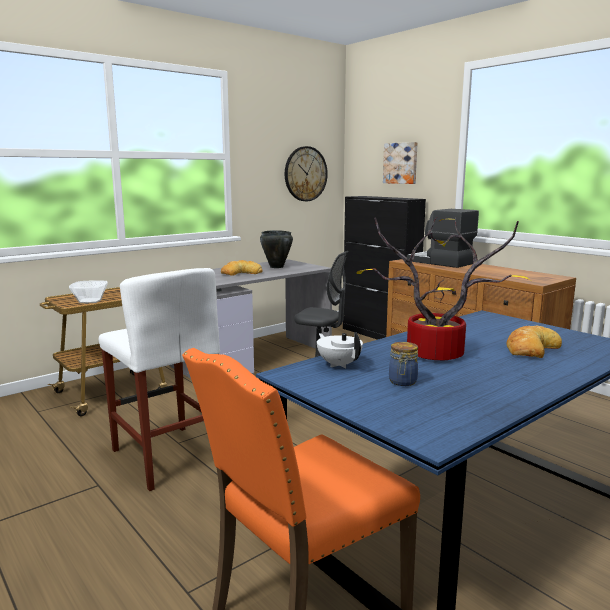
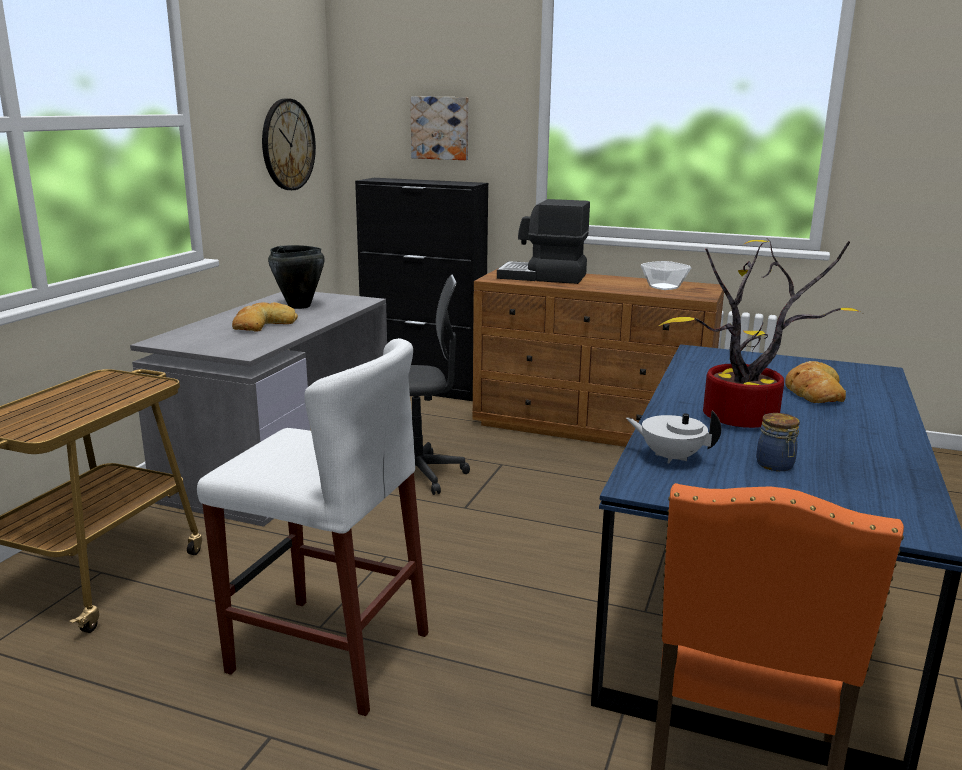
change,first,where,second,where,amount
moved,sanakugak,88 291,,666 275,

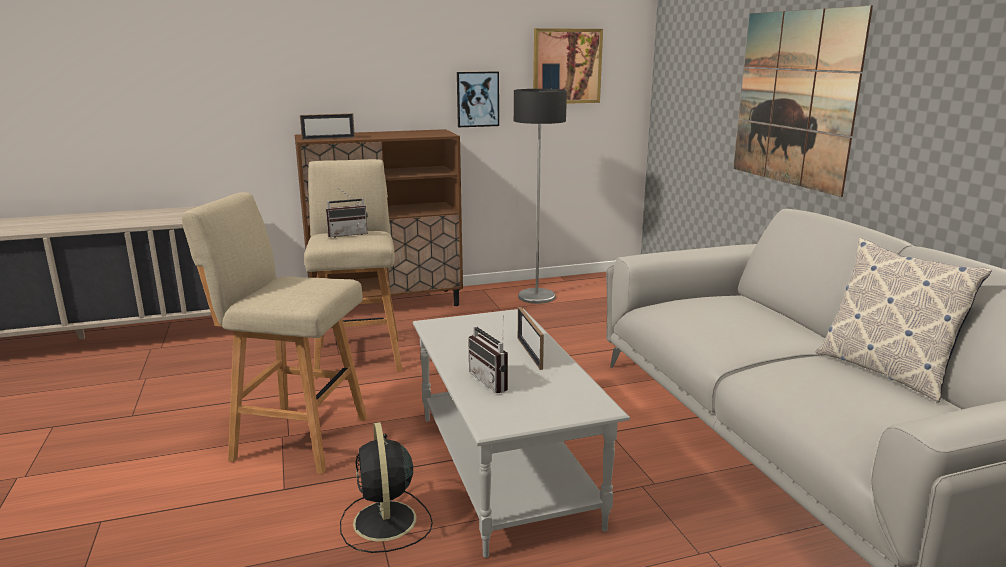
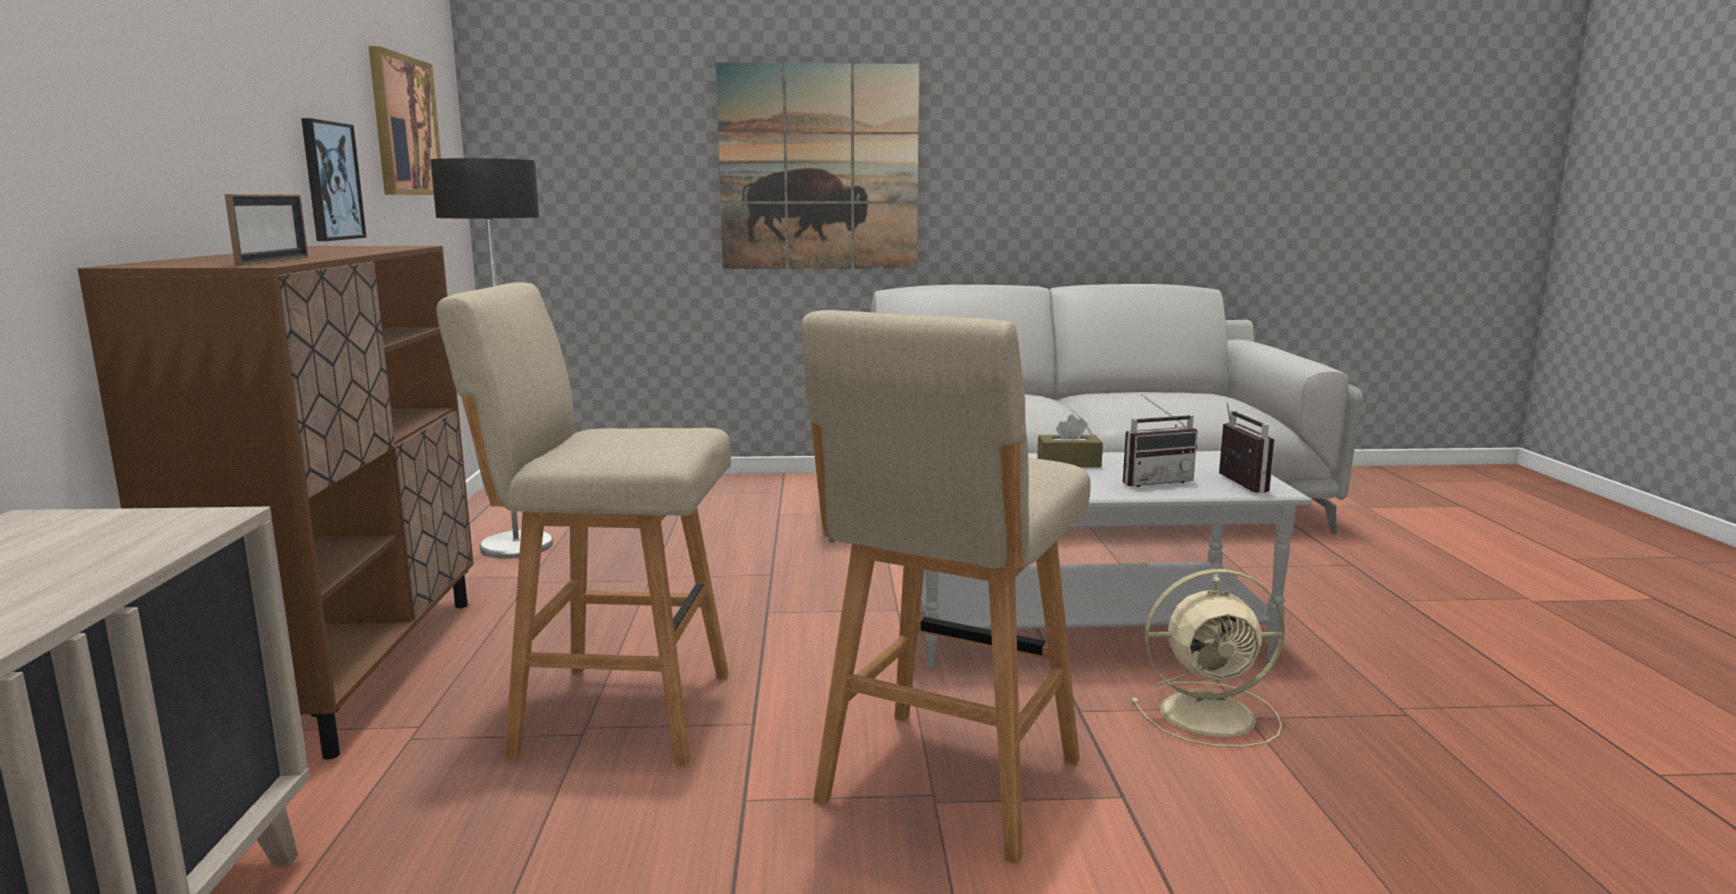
change,first,where,second,where,amount
removed,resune,903 320,,,
moved,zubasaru,347 213,,1247 447,
replaced,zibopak,531 338,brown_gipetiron,1070 441,
recoloured,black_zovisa,386 487,beige_zovisa,1208 658,

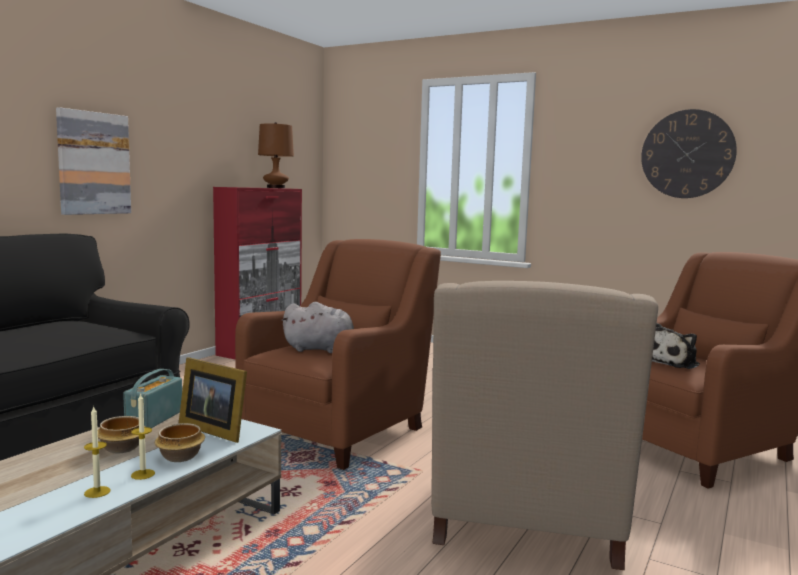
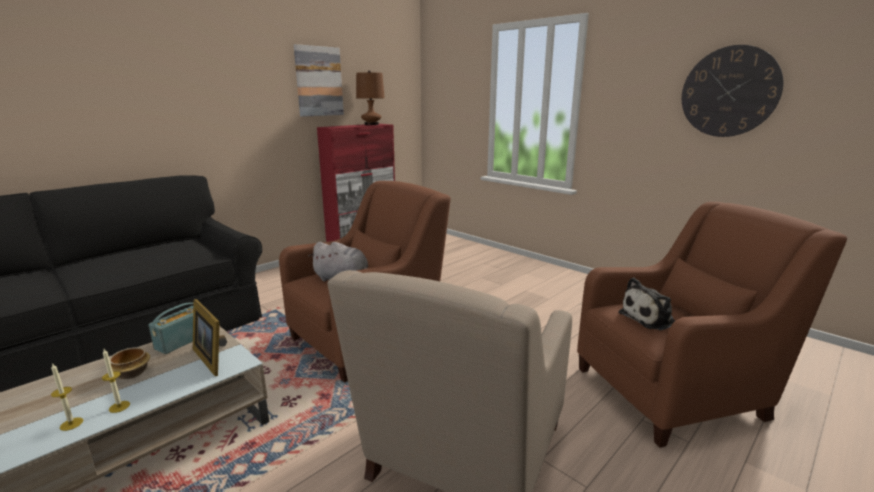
change,first,where,second,where,amount
removed,sanakugak,180 442,,,
moved,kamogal,93 161,,319 80,

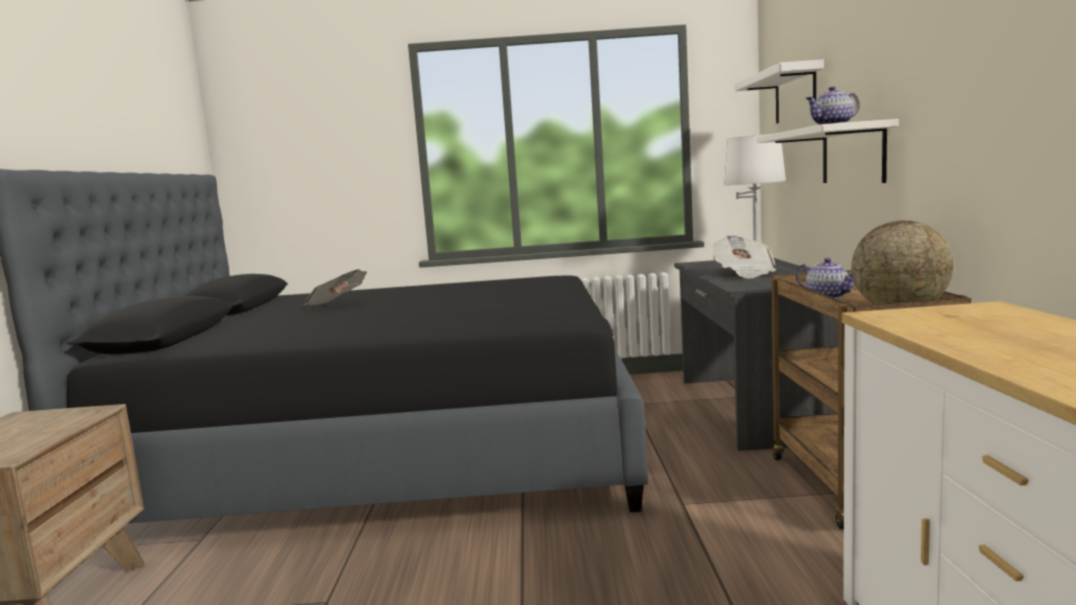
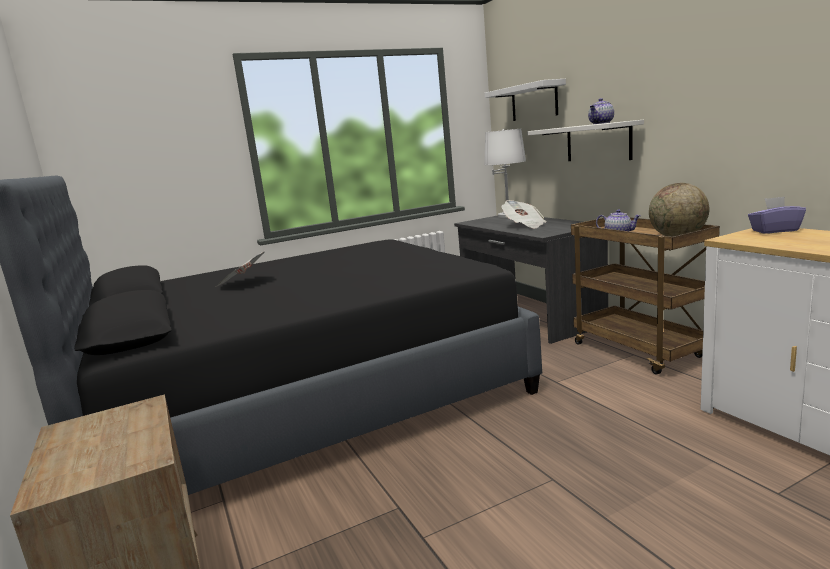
change,first,where,second,where,amount
added,,,purple_gipetiron,777 215,

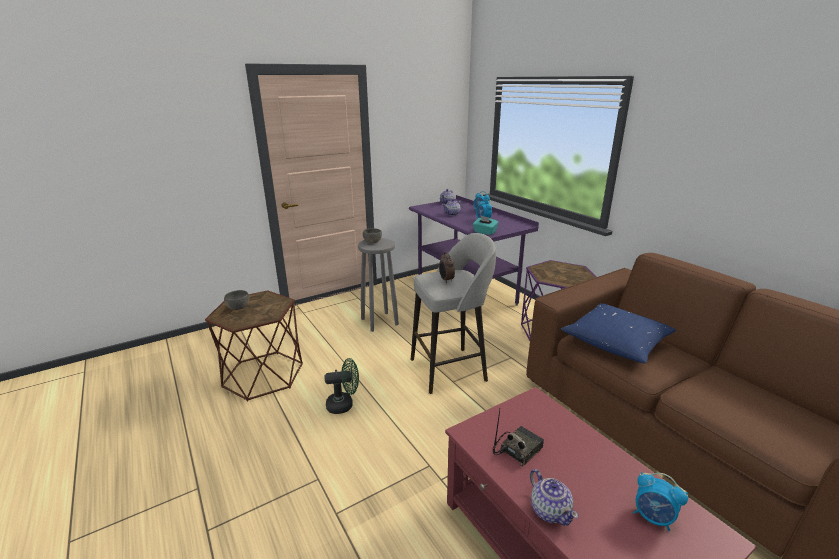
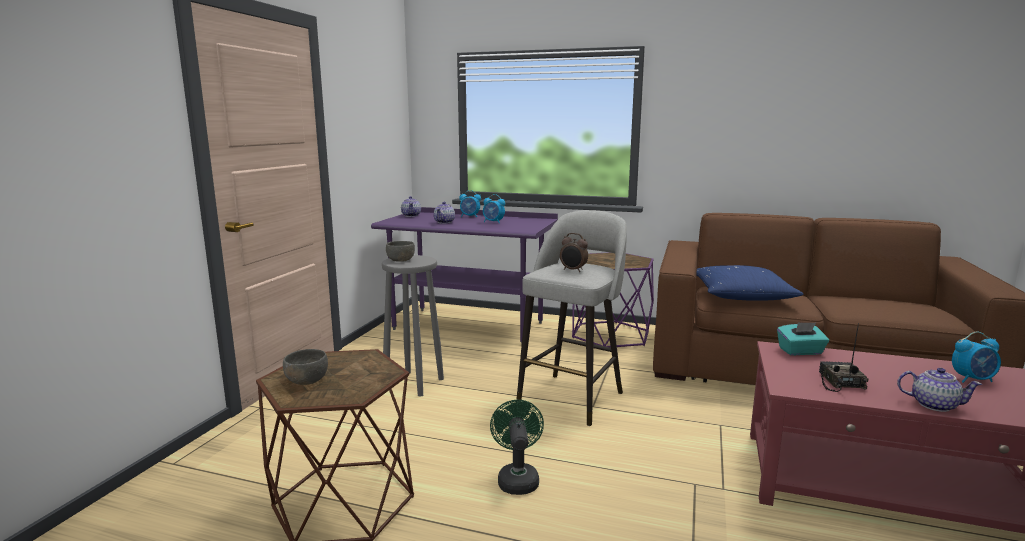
change,first,where,second,where,amount
moved,turquoise_gipetiron,486 225,,803 338,
turned,green_zovisa,342 386,,517 447,45 degrees counterclockwise

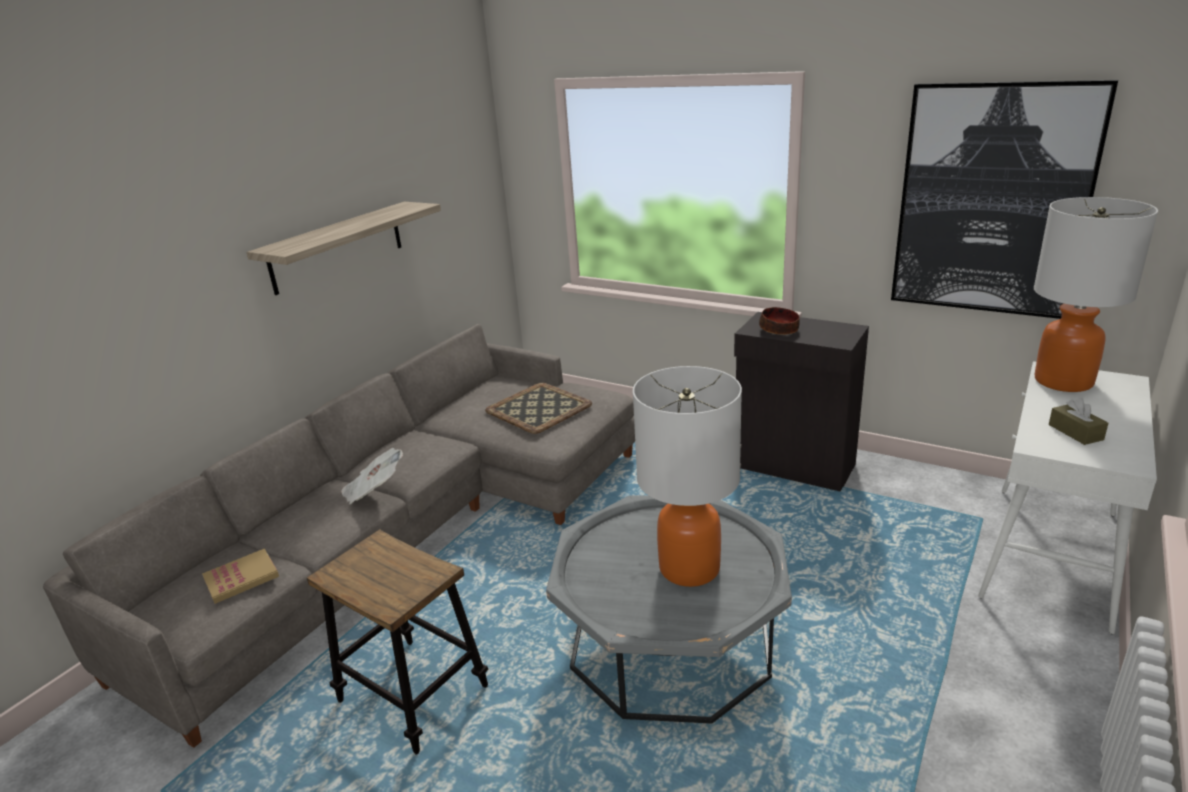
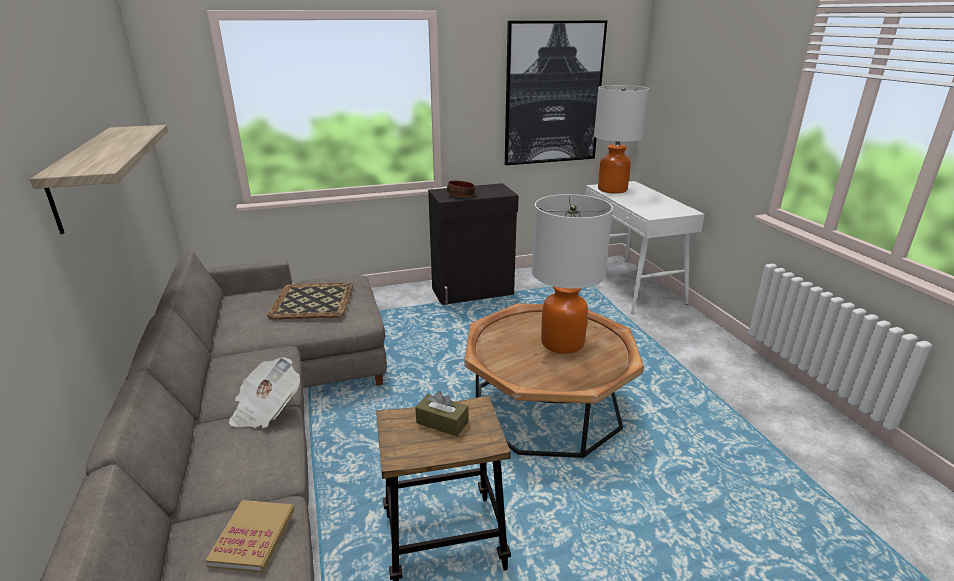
change,first,where,second,where,amount
moved,brown_gipetiron,1078 421,,441 413,
recoloured,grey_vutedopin,669 609,brown_vutedopin,554 380,

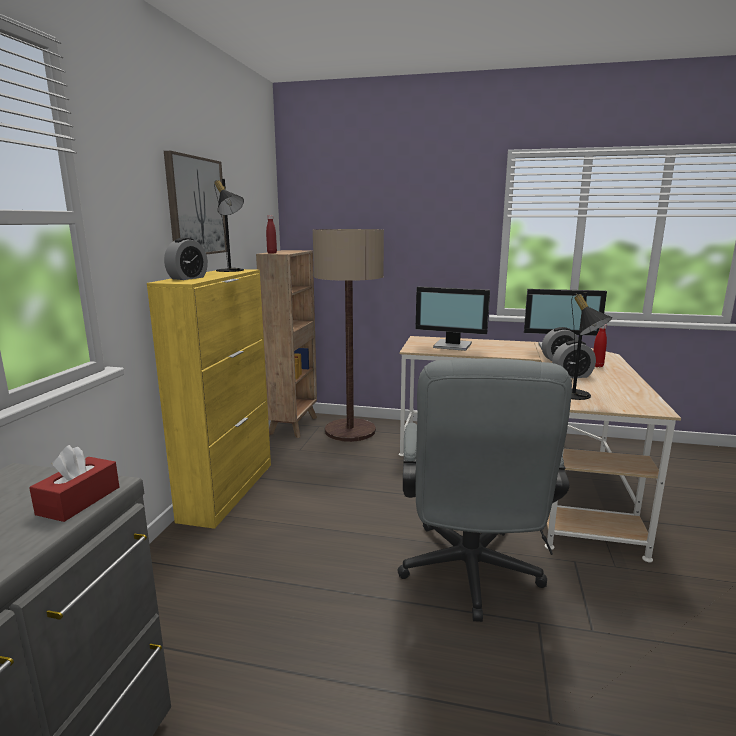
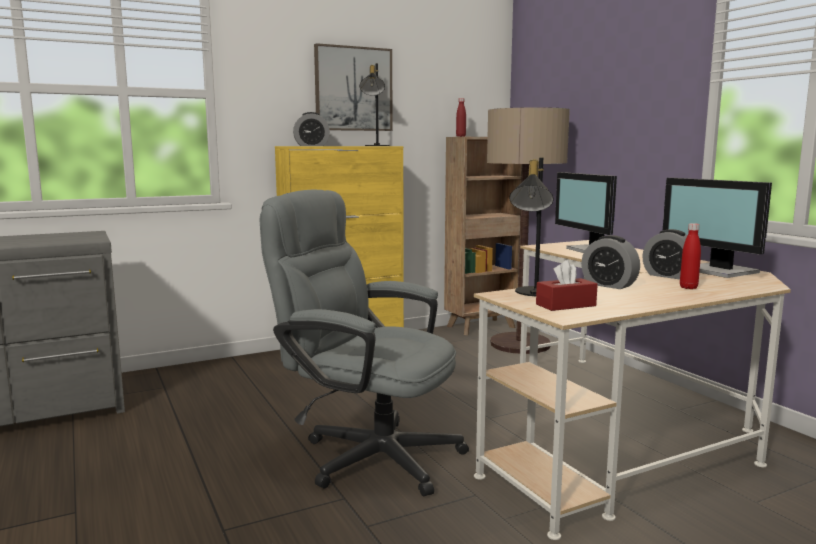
change,first,where,second,where,amount
moved,red_gipetiron,74 483,,567 285,
turned,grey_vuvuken,484 490,,364 343,60 degrees clockwise

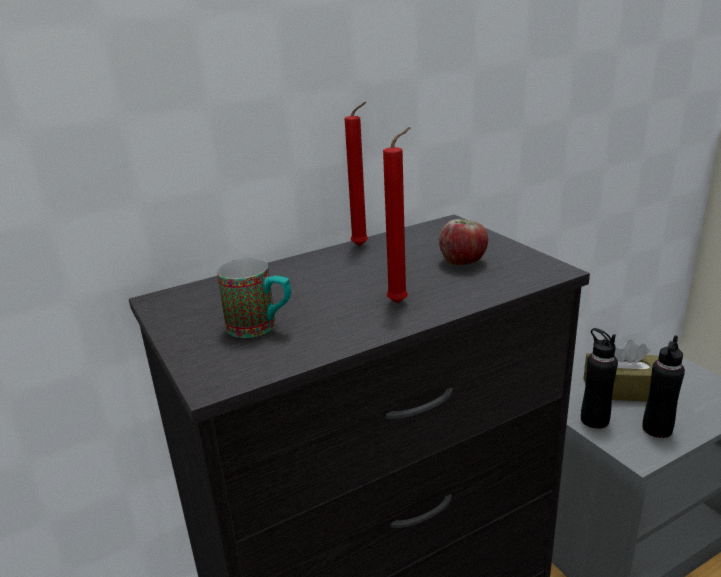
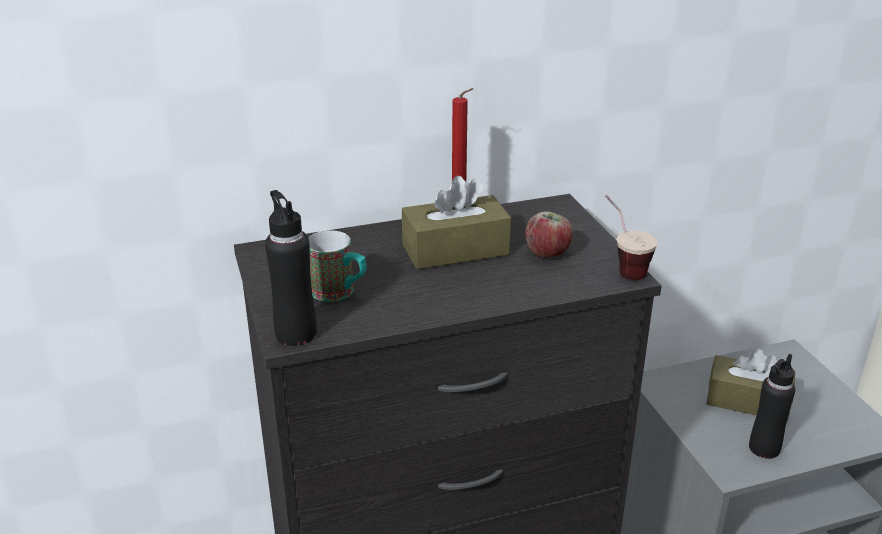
change,first,where,second,where,amount
removed,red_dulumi,396 215,,,
added,,,brown_gipetiron,456 222,
added,,,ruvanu,631 237,
moved,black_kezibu,599 378,,291 268,

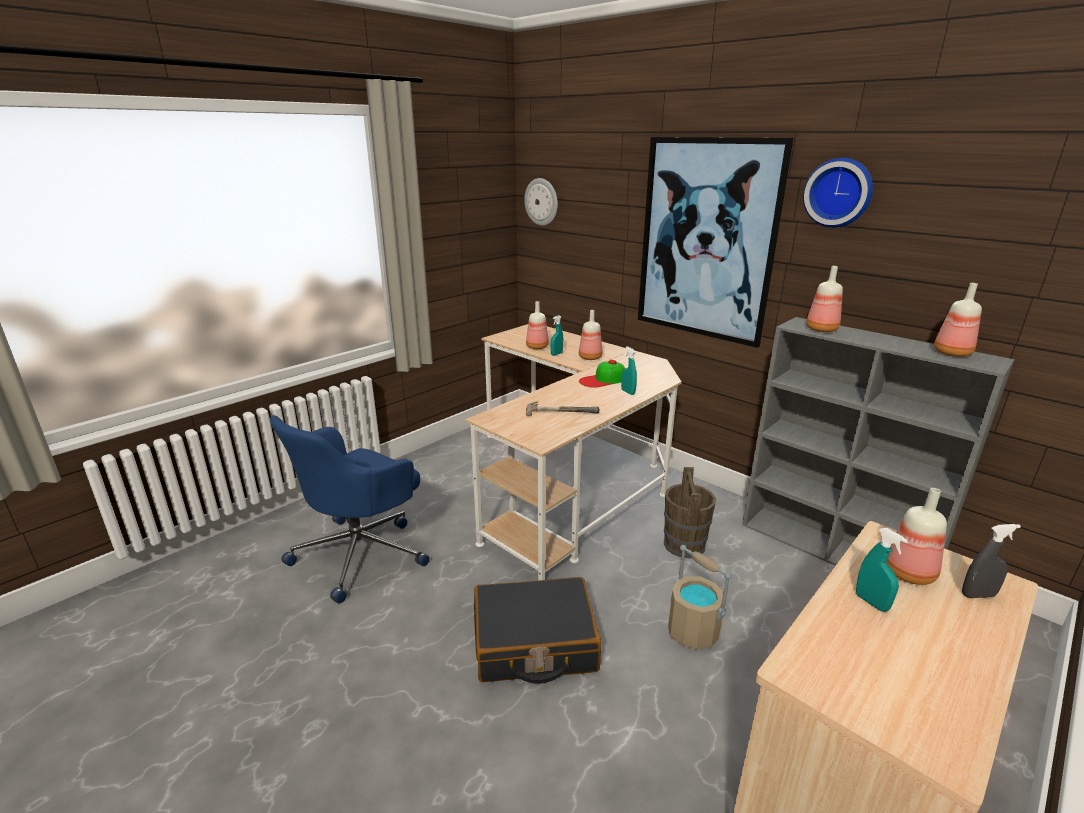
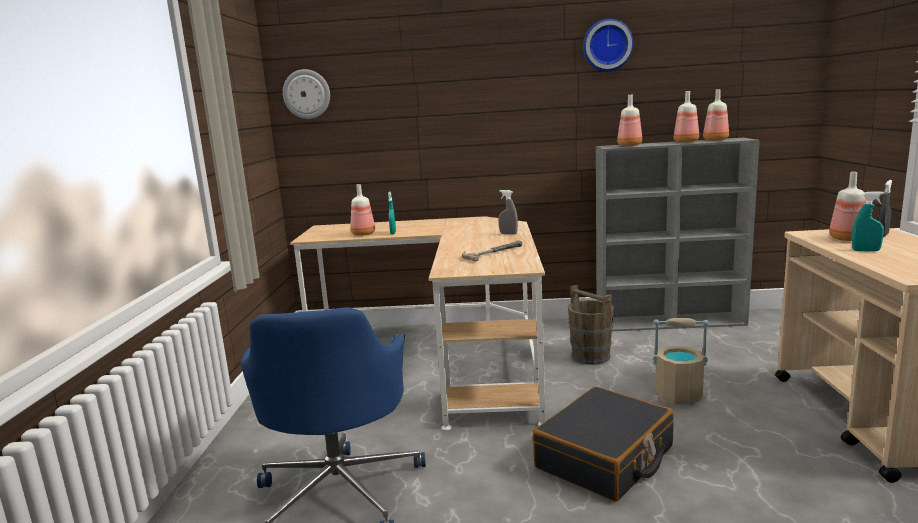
change,first,where,second,where,amount
removed,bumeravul,602 374,,,
removed,kamogal,715 242,,,
moved,kezibu,591 335,,686 116,
recoloured,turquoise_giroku,629 370,grey_giroku,508 212,

